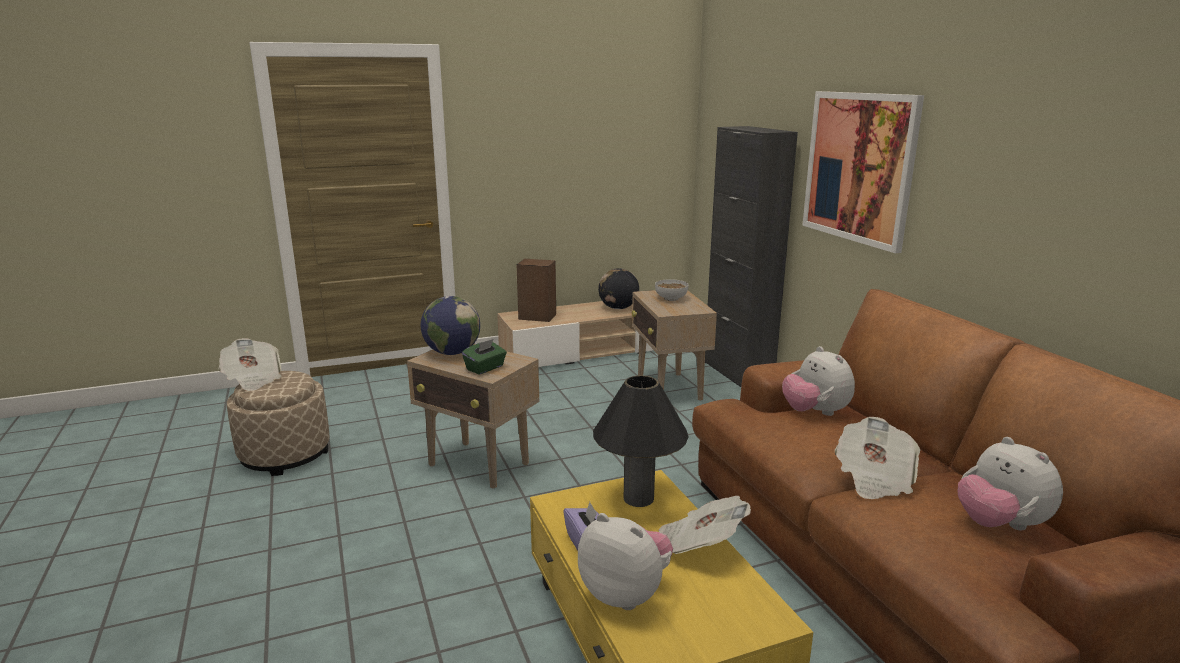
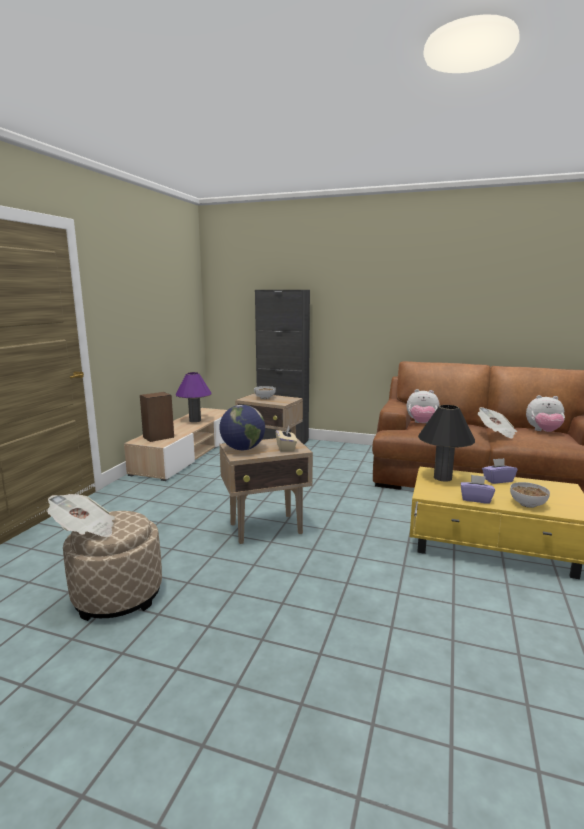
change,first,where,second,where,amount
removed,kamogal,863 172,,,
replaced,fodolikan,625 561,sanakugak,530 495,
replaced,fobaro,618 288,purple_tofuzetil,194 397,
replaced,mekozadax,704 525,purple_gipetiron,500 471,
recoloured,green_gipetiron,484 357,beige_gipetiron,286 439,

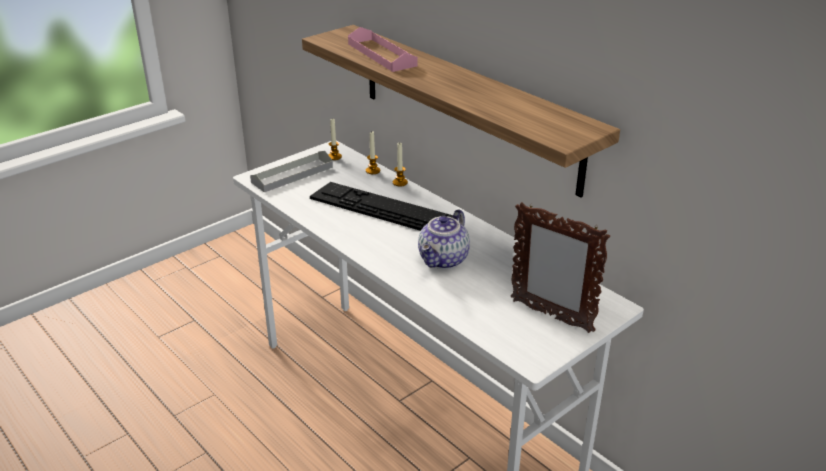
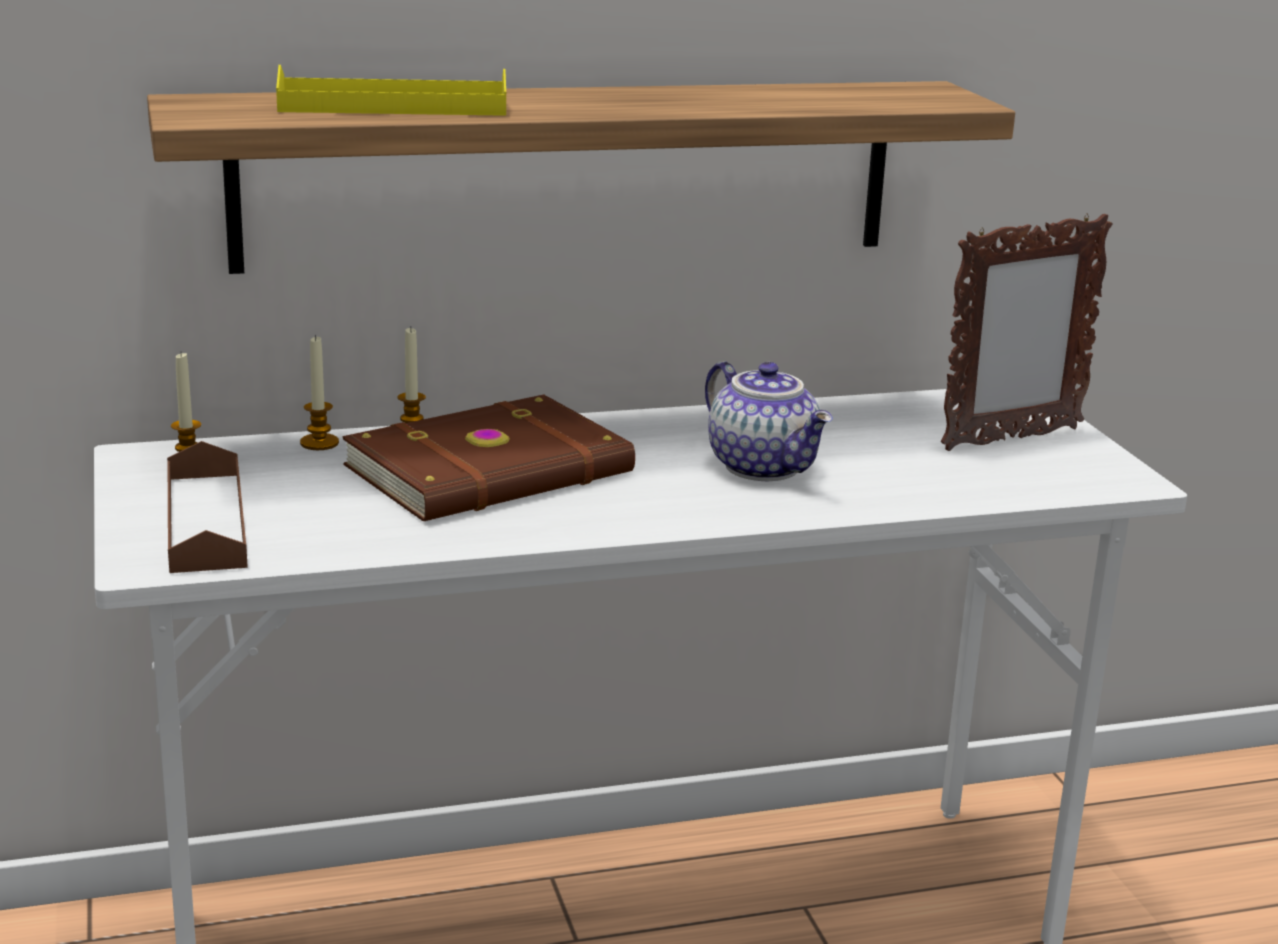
change,first,where,second,where,amount
replaced,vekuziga,381 206,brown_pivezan,488 457,
recoloured,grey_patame,291 171,brown_patame,207 507,
recoloured,pink_patame,383 49,yellow_patame,391 90,

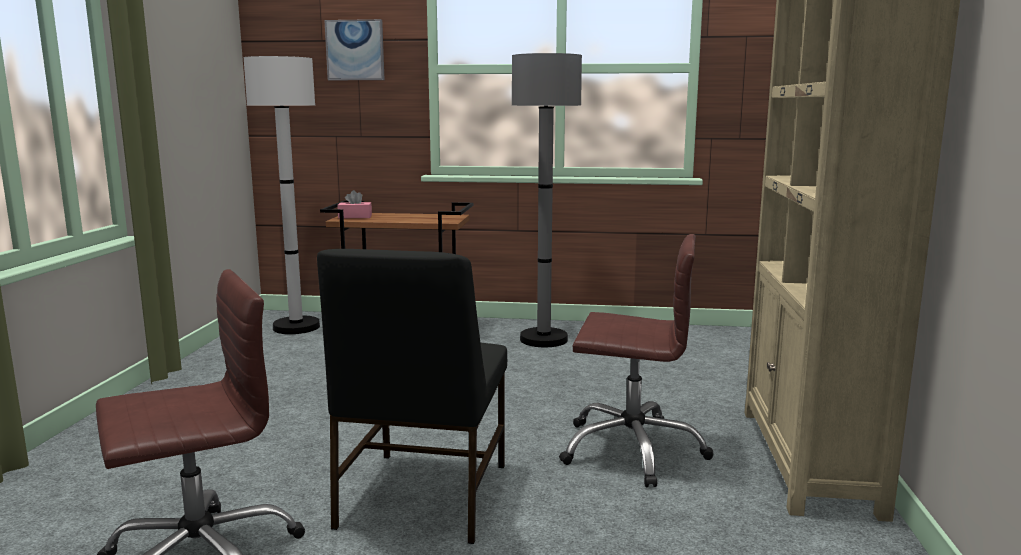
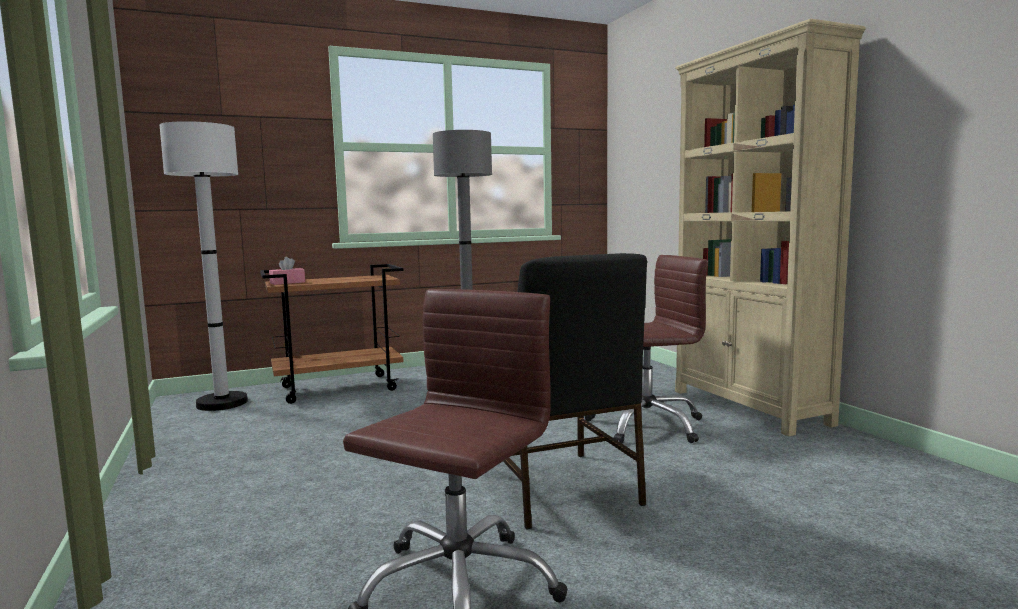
change,first,where,second,where,amount
removed,kamogal,354 49,,,

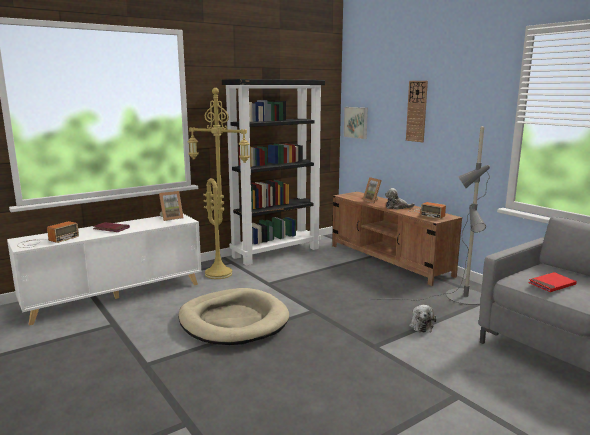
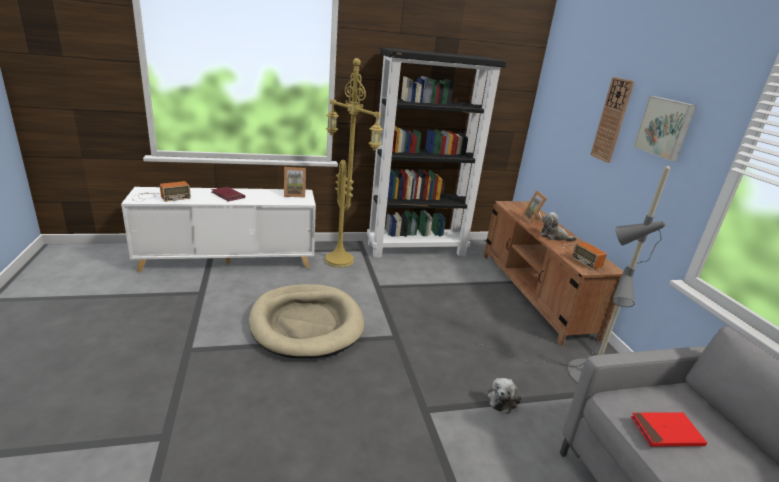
change,first,where,second,where,amount
moved,kamogal,356 123,,664 128,

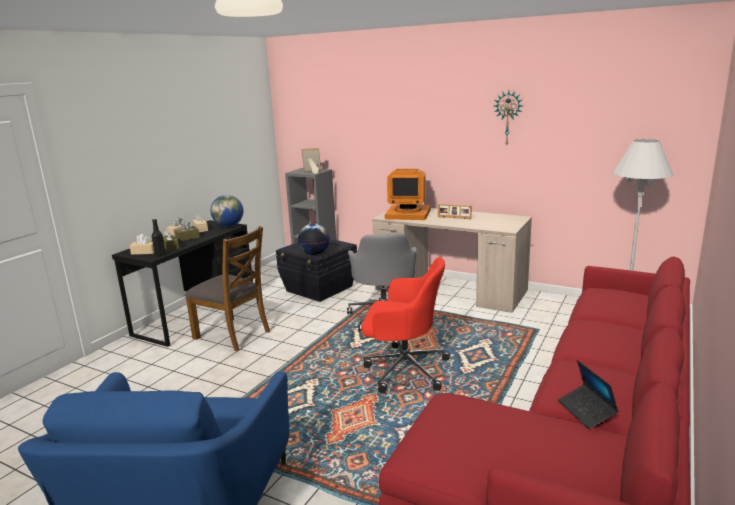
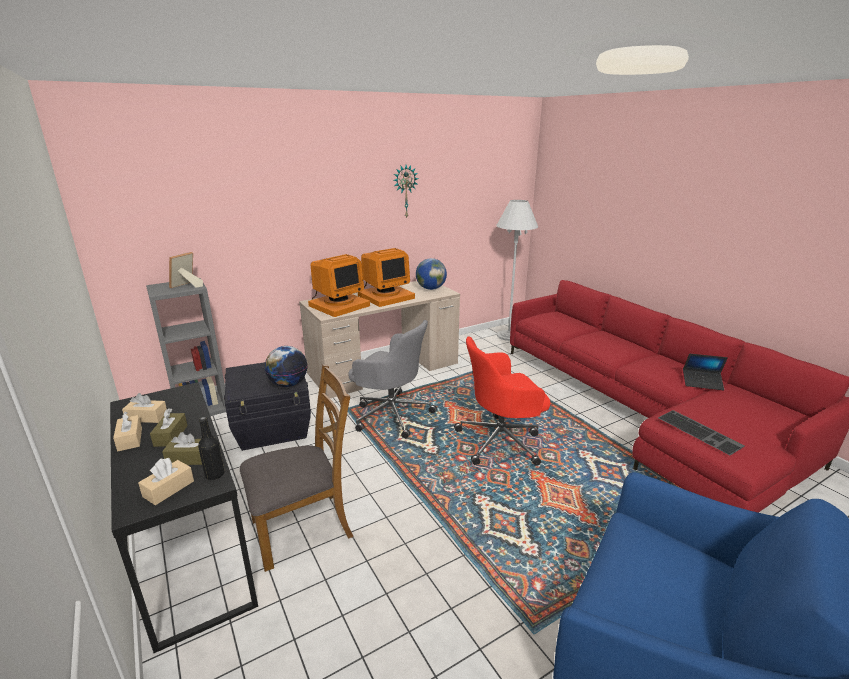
change,first,where,second,where,amount
added,,,vekuziga,701 432,
moved,fobaro,227 211,,431 274,
replaced,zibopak,455 211,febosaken,386 277,
turned,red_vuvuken,405 325,,502 401,150 degrees counterclockwise

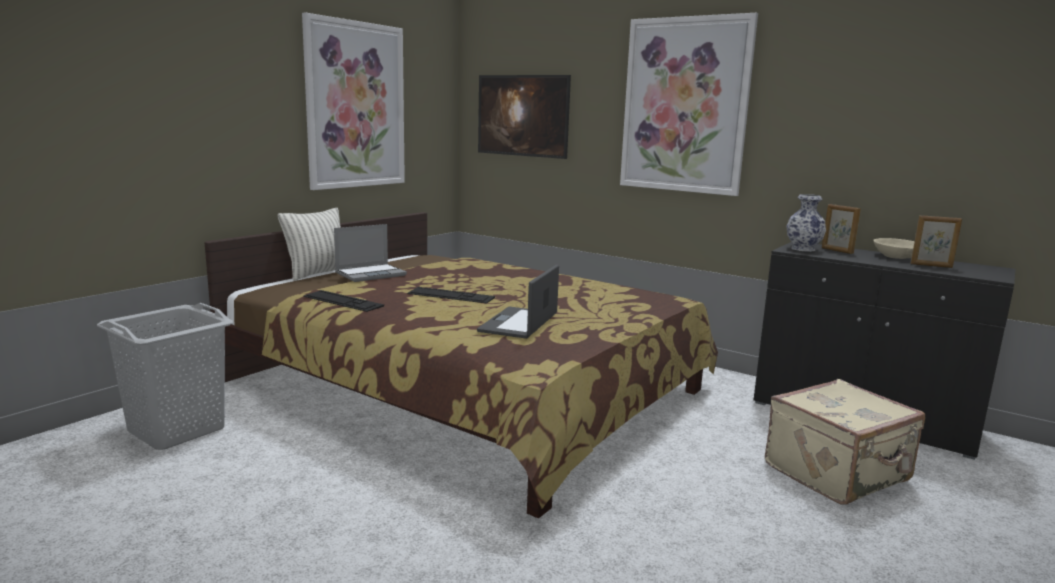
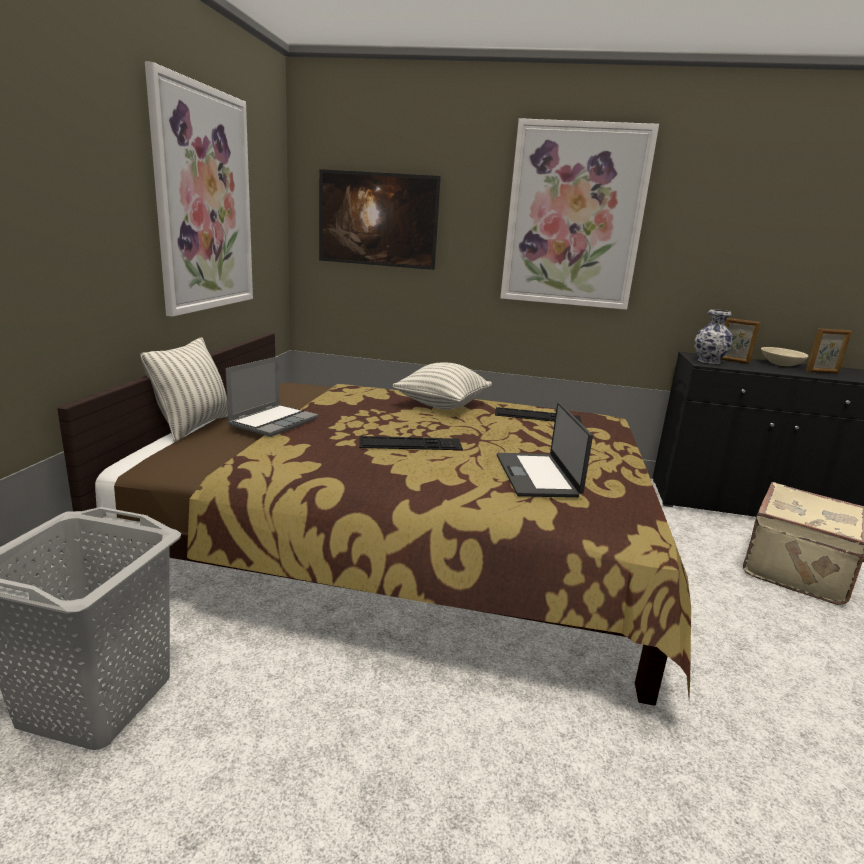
change,first,where,second,where,amount
added,,,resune,442 386,
moved,vekuziga,343 301,,538 415,

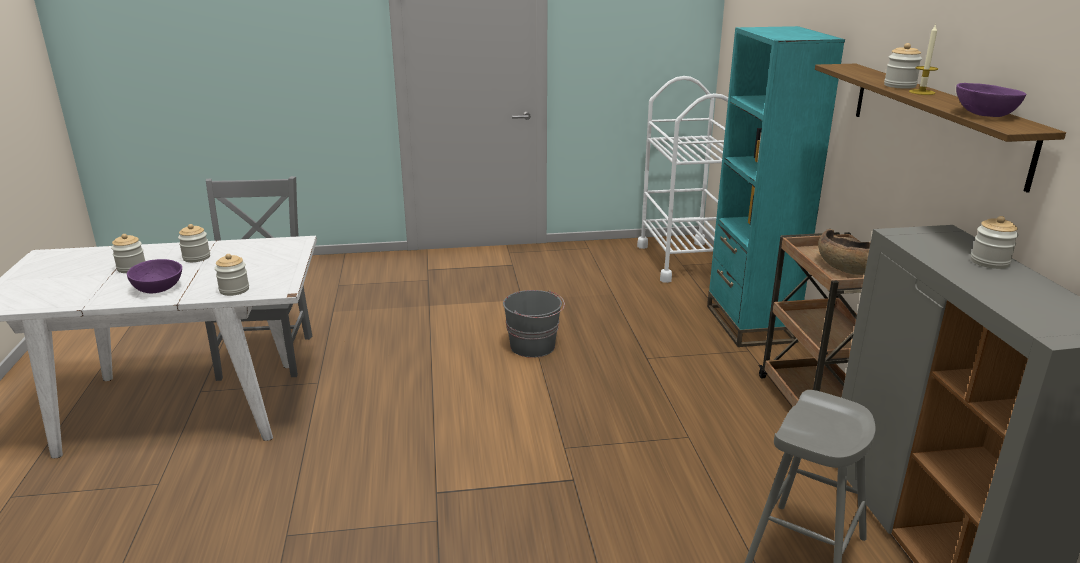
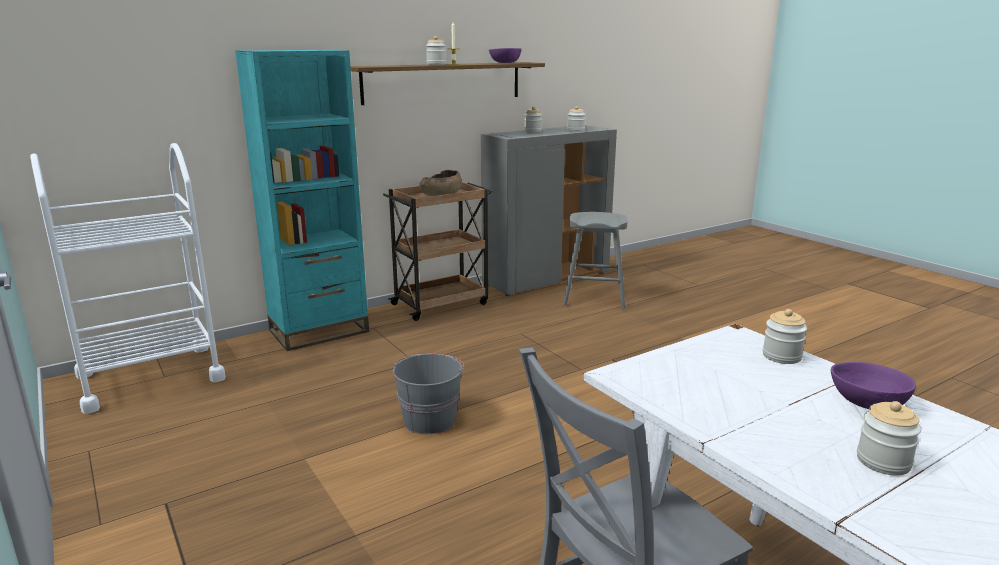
change,first,where,second,where,amount
moved,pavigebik,194 243,,576 119,

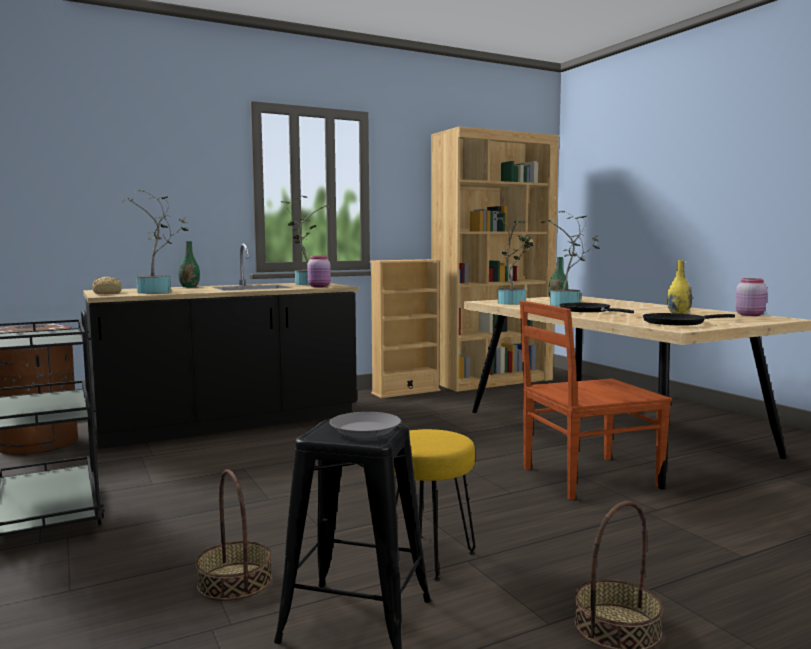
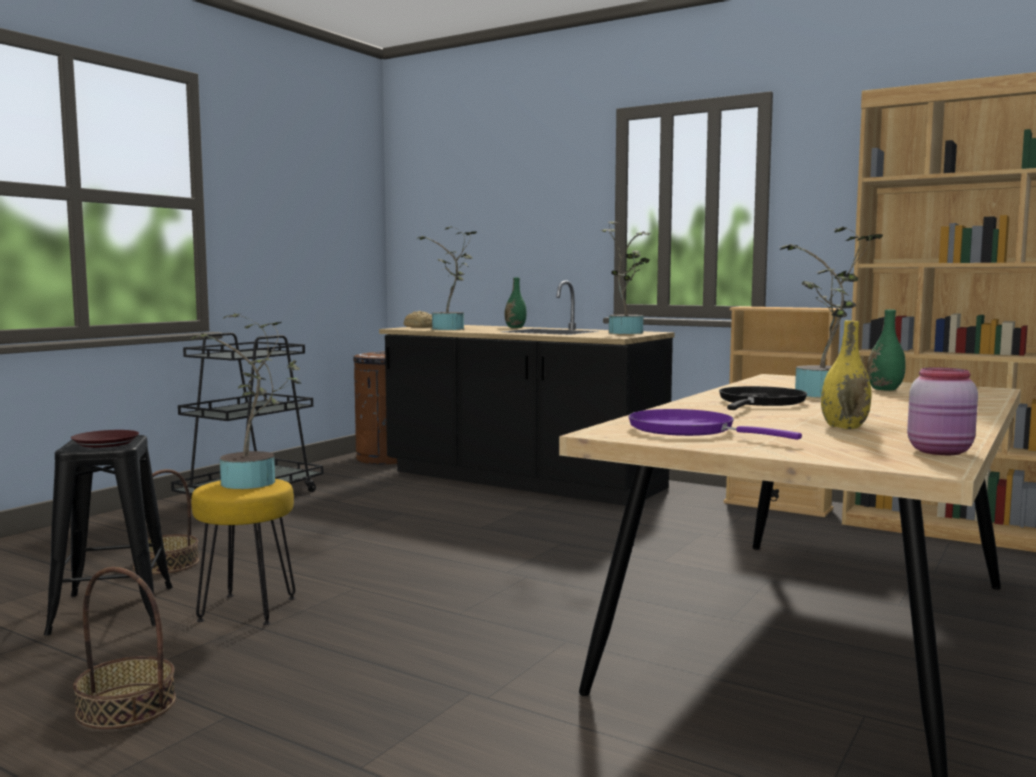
change,first,where,second,where,amount
removed,pink_pavigebik,319 271,,,
removed,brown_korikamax,596 400,,,
moved,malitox,514 258,,245 401,
recoloured,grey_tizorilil,365 425,brown_tizorilil,105 439,
recoloured,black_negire,689 319,purple_negire,715 424,

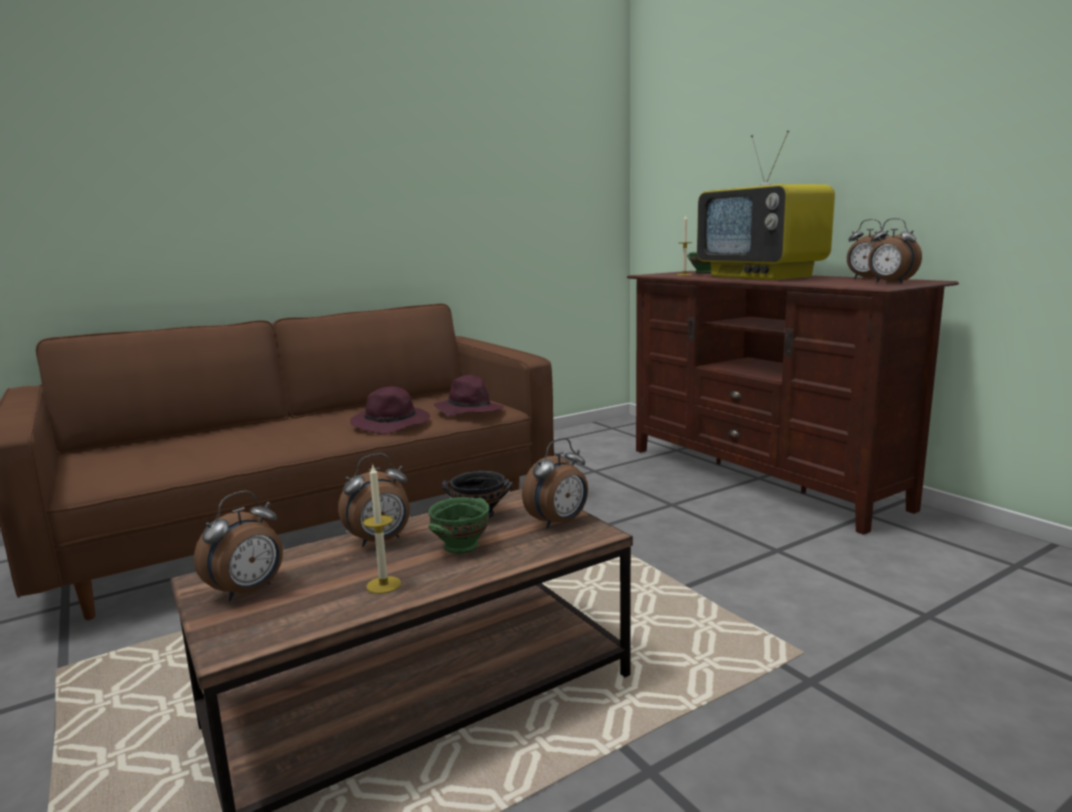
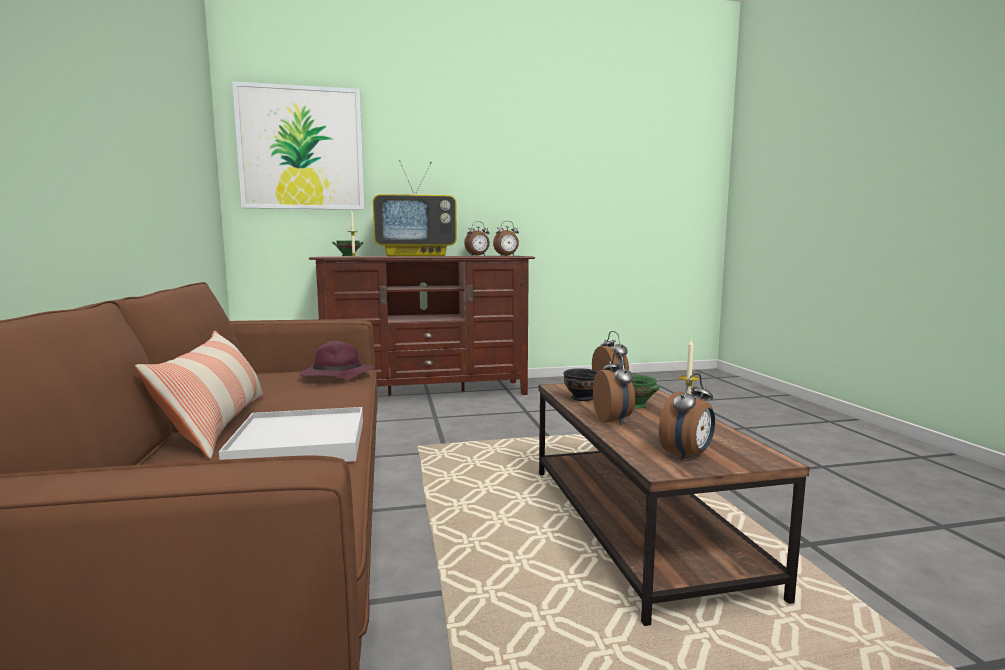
change,first,where,second,where,amount
removed,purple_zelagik,390 410,,,
added,,,resune,199 395,
added,,,white_patame,291 434,
added,,,kamogal,298 145,
turned,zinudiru,238 546,,687 416,75 degrees clockwise

